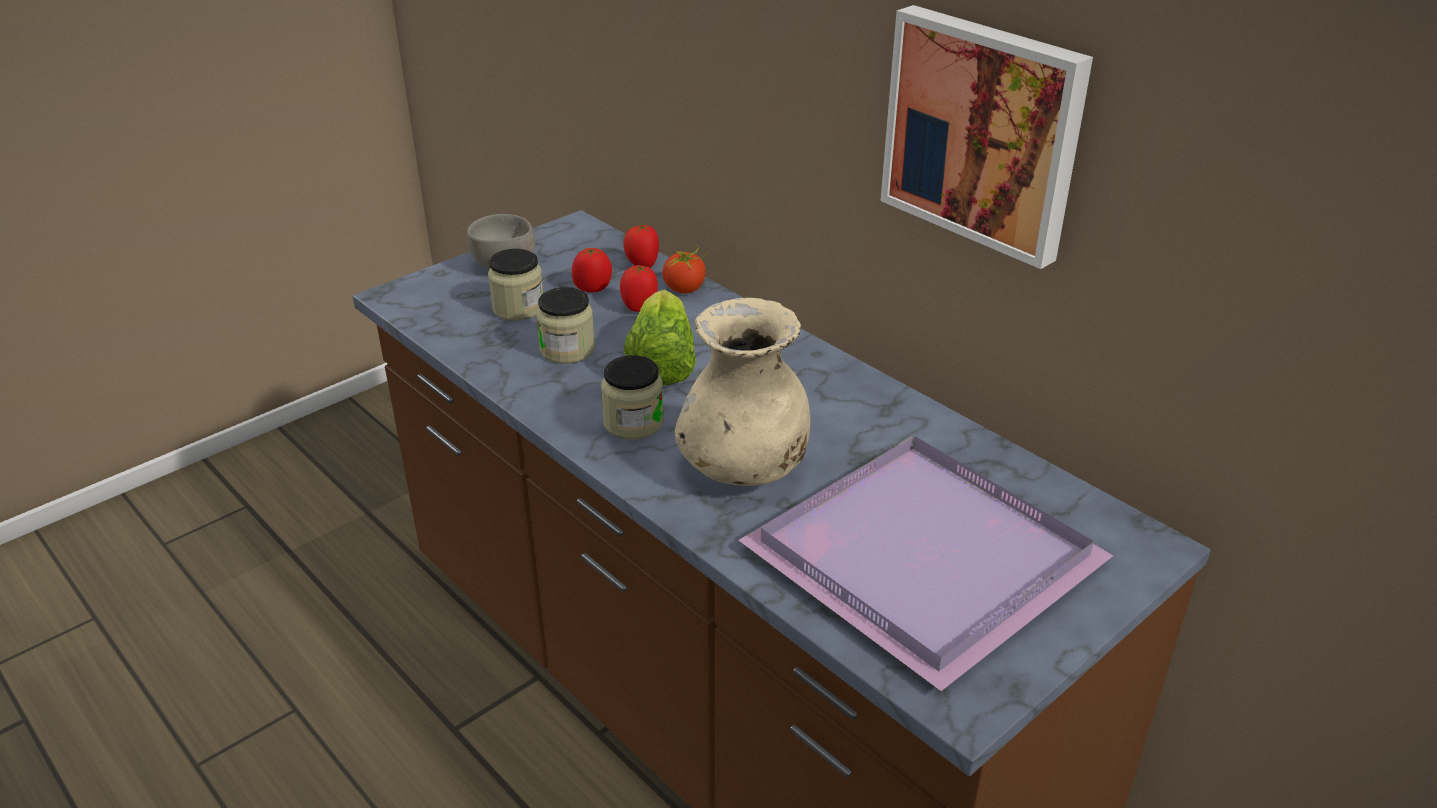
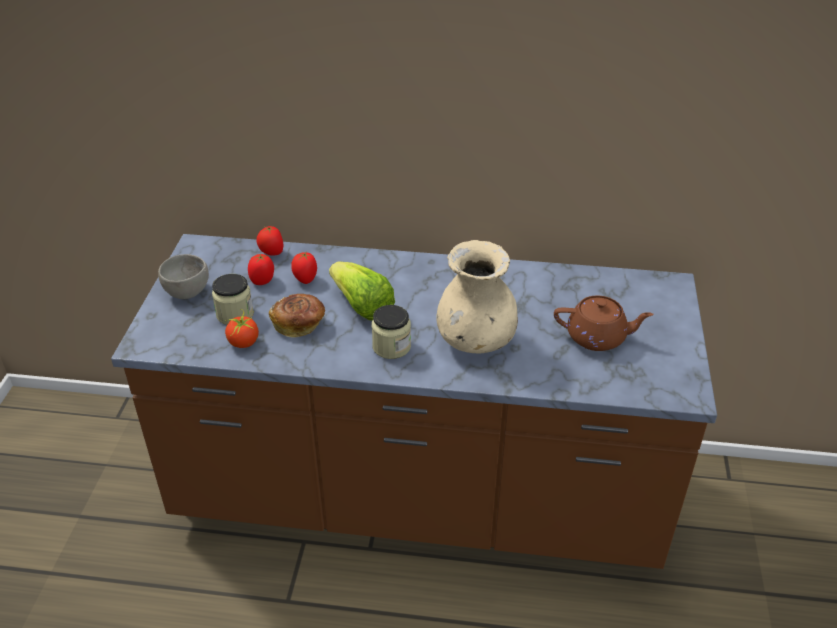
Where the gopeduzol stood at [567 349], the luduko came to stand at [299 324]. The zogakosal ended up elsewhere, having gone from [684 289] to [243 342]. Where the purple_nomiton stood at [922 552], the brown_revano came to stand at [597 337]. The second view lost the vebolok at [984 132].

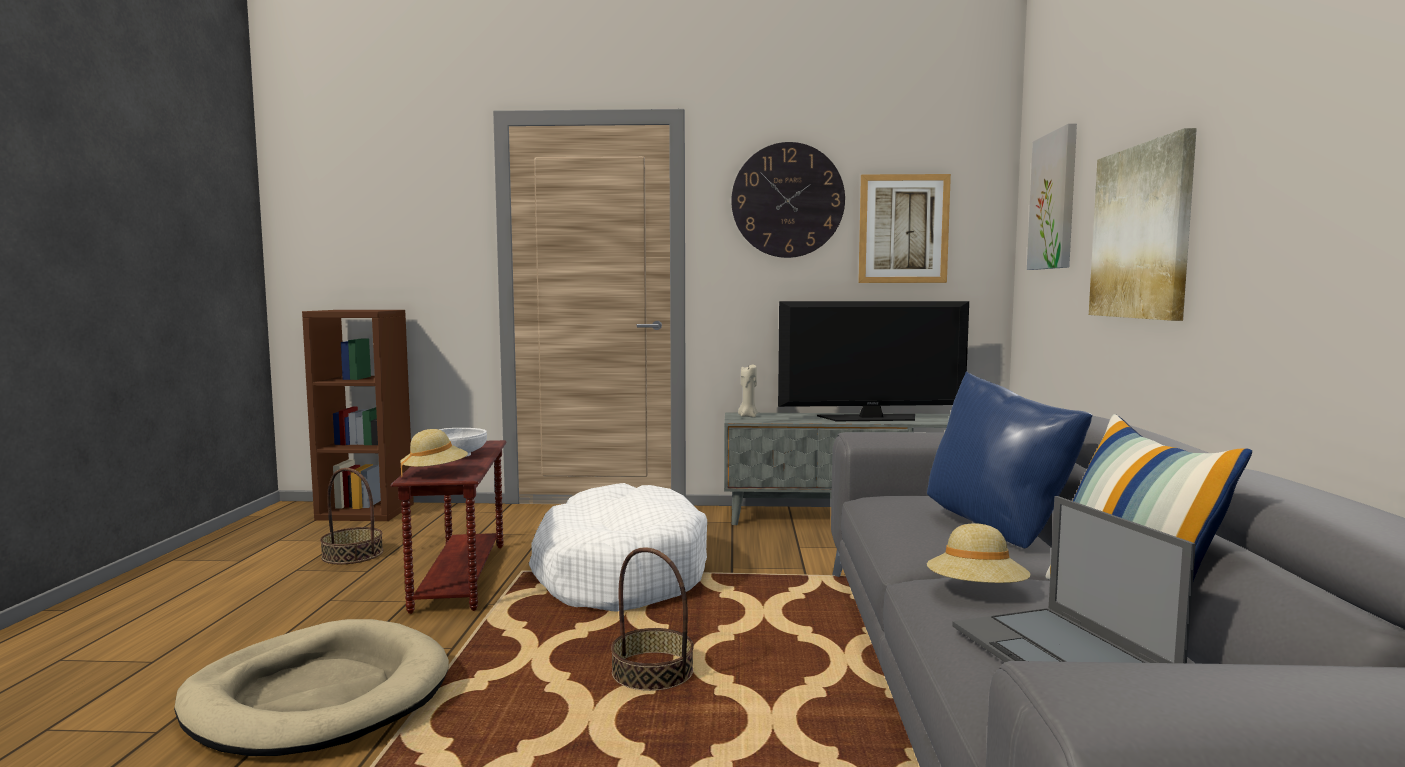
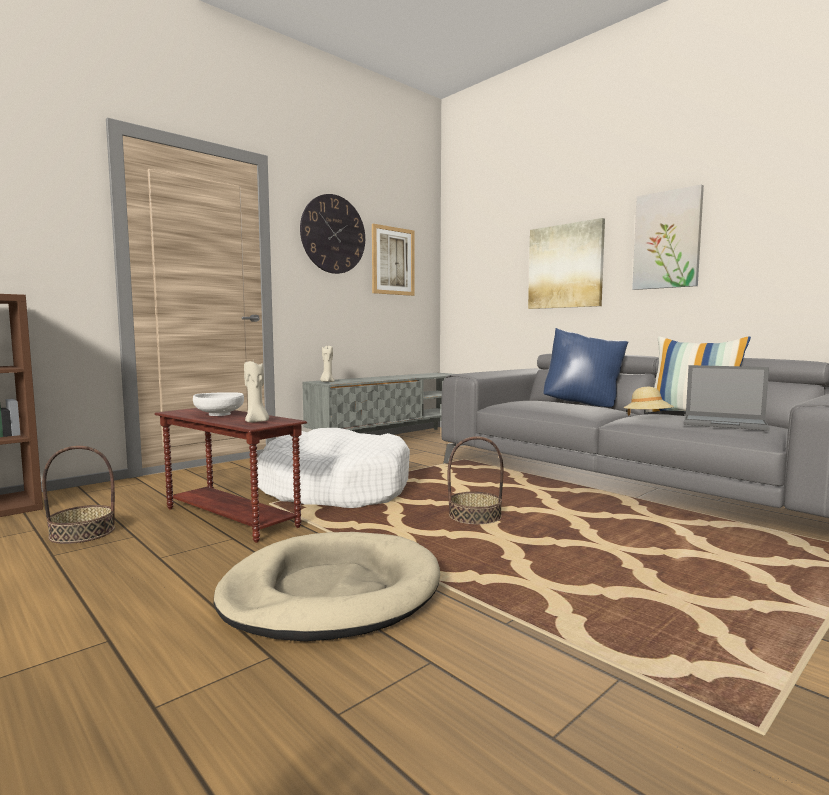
Where the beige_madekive stood at [435 473], the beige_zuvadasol came to stand at [256 422]. The second view lost the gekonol at [871 418]. The vebolok ended up elsewhere, having gone from [1054 201] to [667 240].

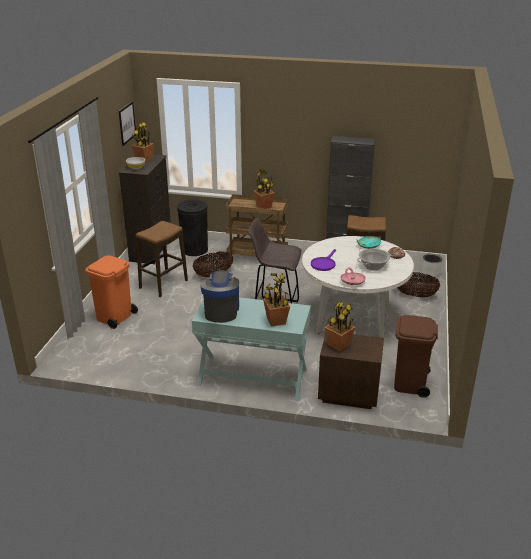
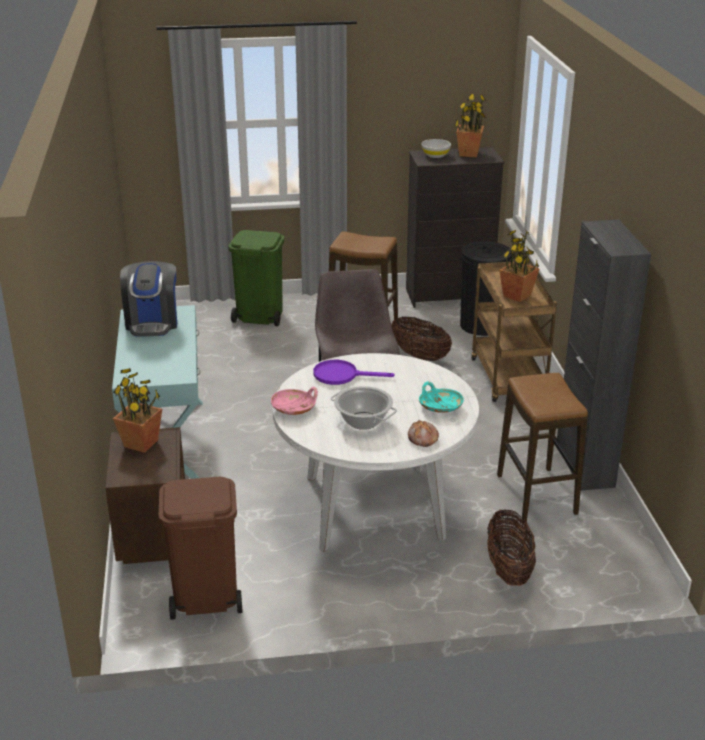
What was the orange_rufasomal at [114 317] turned into the green_rufasomal at [259 316]. The second view lost the vebolok at [127 123]. The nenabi at [221 310] ended up facing another way, 105 degrees clockwise from before. The second view lost the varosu at [276 321]. The second view lost the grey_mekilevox at [430 273].

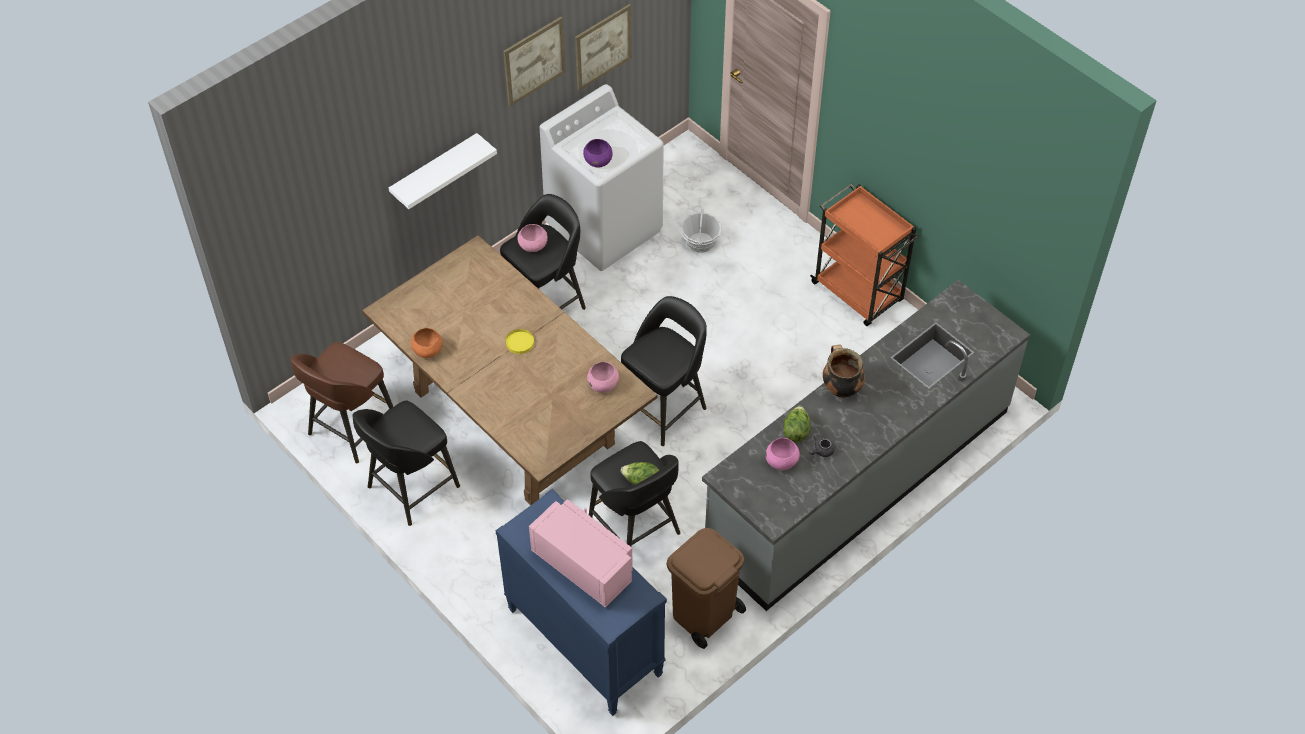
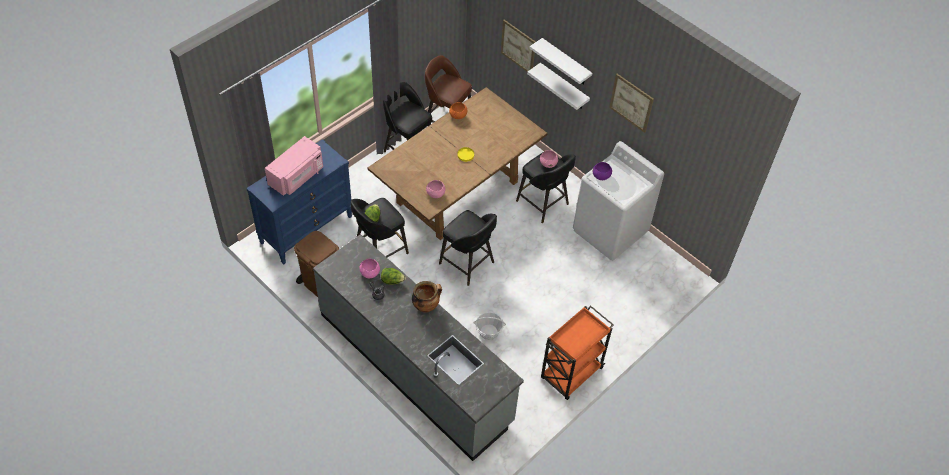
The vebolok ended up elsewhere, having gone from [603 47] to [518 47]. The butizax ended up elsewhere, having gone from [700 242] to [488 332]. The second view gained the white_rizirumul at [565 63].

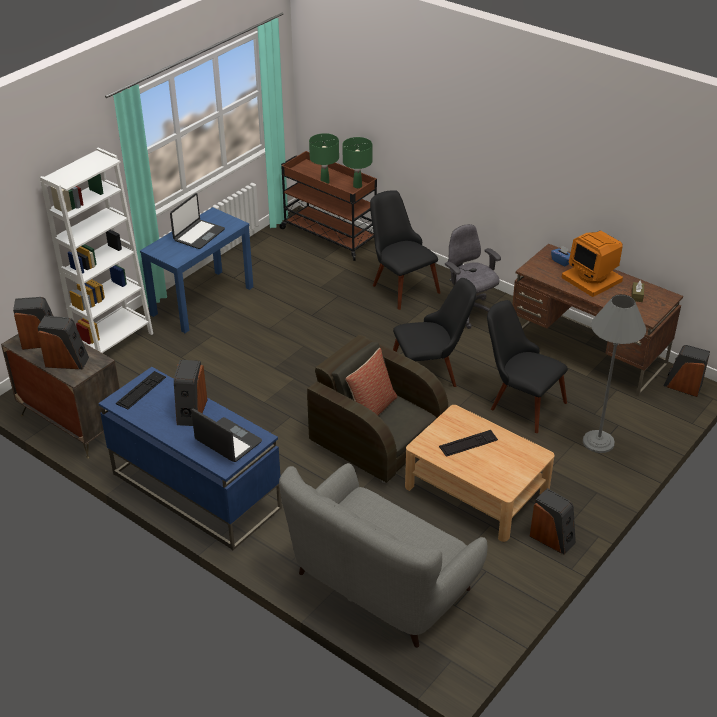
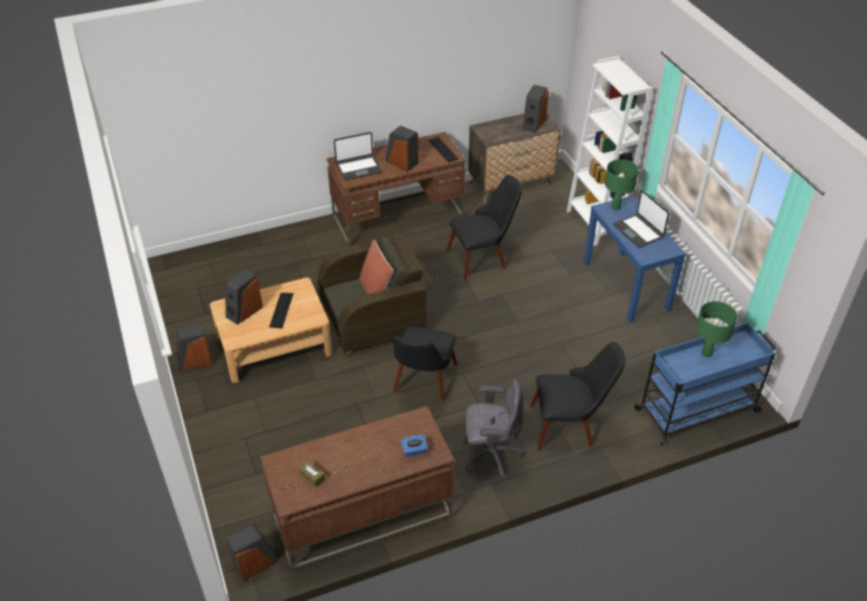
The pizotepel ended up elsewhere, having gone from [67 361] to [244 311]. What was the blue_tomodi at [195 490] turned into the brown_tomodi at [398 216]. What was the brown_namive at [329 235] turned into the blue_namive at [698 410]. The second view lost the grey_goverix at [380 583]. The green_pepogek ended up elsewhere, having gone from [357 186] to [615 207]. The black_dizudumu ended up elsewhere, having gone from [519 402] to [483 257]. The second view lost the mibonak at [592 279]. The second view lost the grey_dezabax at [598 442].

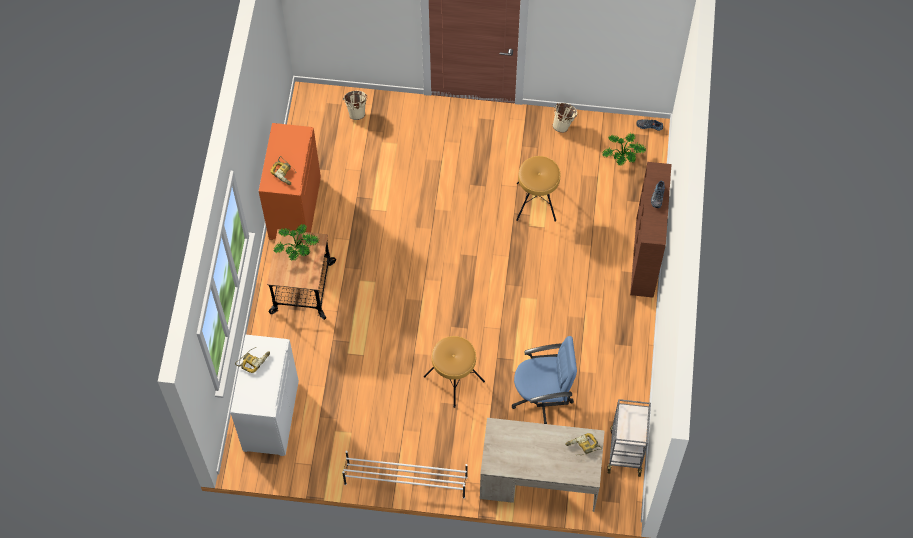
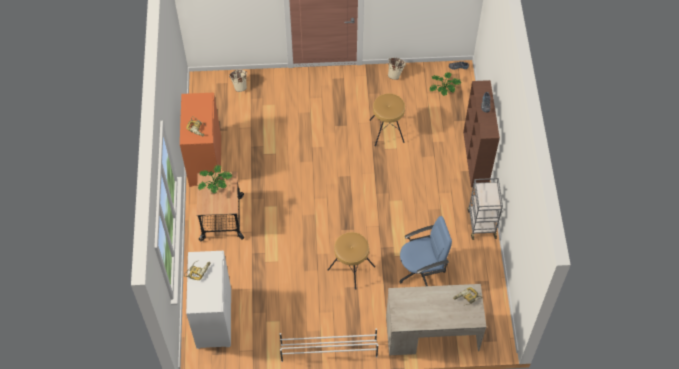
The grey_namive ended up elsewhere, having gone from [625 450] to [481 223].

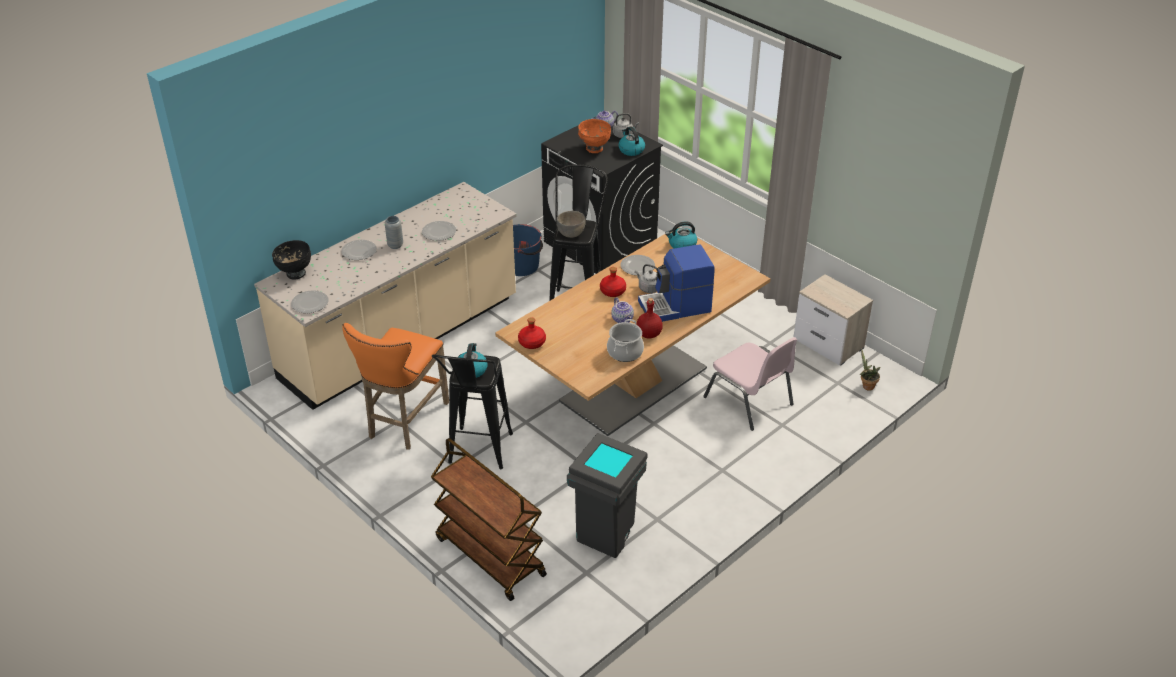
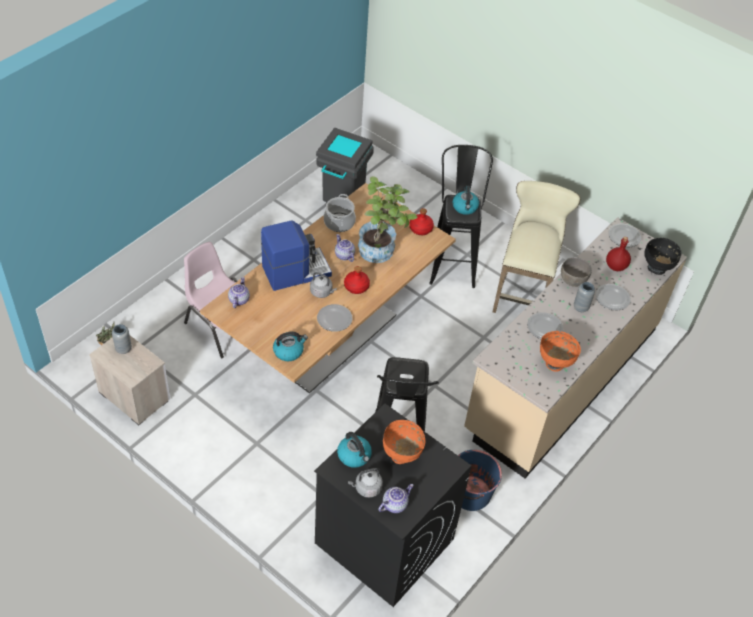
What was the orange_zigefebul at [404 422] turned into the beige_zigefebul at [523 291]. The second view lost the brown_namive at [489 556]. The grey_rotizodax ended up elsewhere, having gone from [571 234] to [572 281]. The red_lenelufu ended up elsewhere, having gone from [649 334] to [615 266]. The second view gained the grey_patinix at [123 349]. The second view gained the revano at [238 300]. The second view gained the varosu at [381 251]. The second view gained the orange_rotizodax at [555 363].

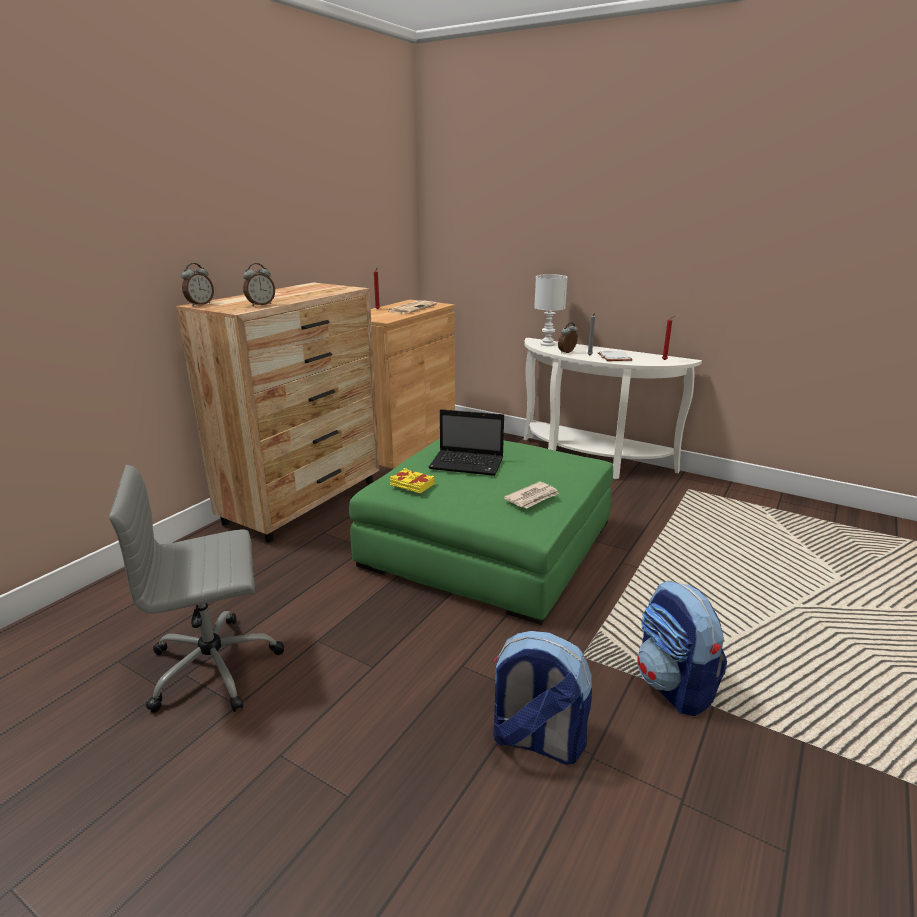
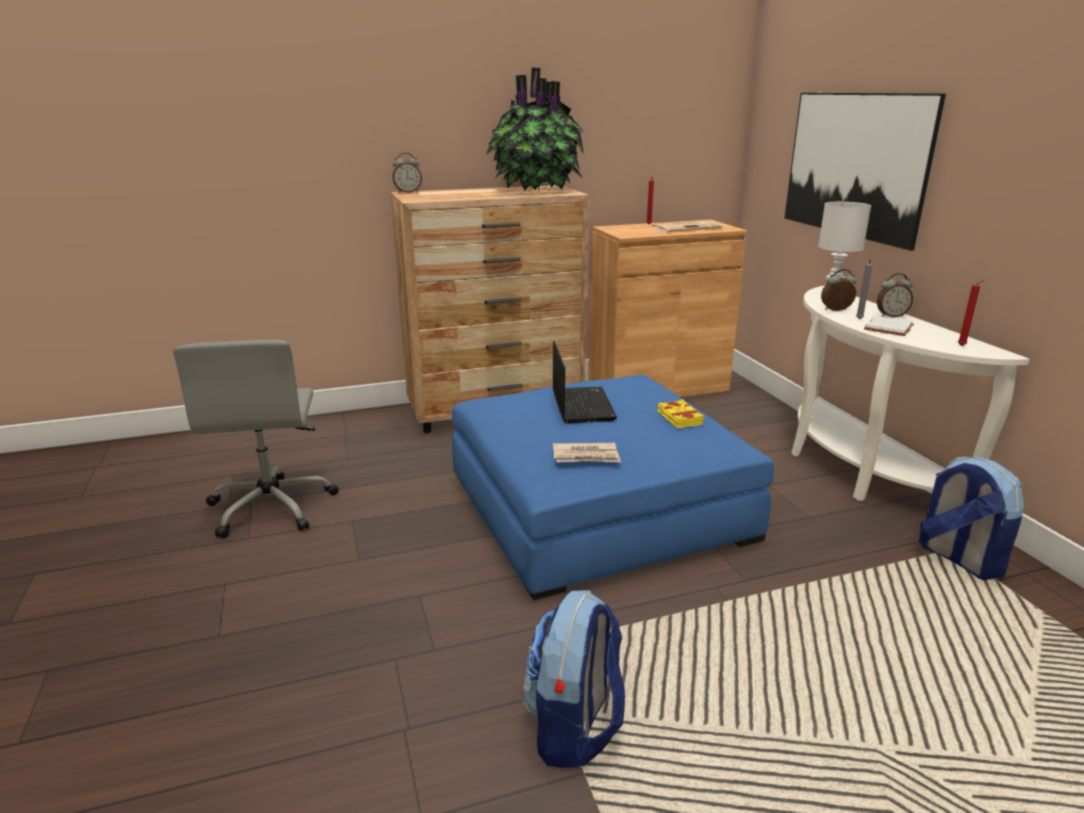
The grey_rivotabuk at [216 666] ended up facing another way, 120 degrees counterclockwise from before. The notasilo ended up elsewhere, having gone from [260 304] to [891 316]. What was the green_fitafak at [487 544] turned into the blue_fitafak at [597 507]. The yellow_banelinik ended up elsewhere, having gone from [412 485] to [679 418]. The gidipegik at [468 464] ended up facing another way, 150 degrees counterclockwise from before. The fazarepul ended up elsewhere, having gone from [536 741] to [958 559]. The second view gained the varosu at [536 191]. The second view gained the vebolok at [854 165].

